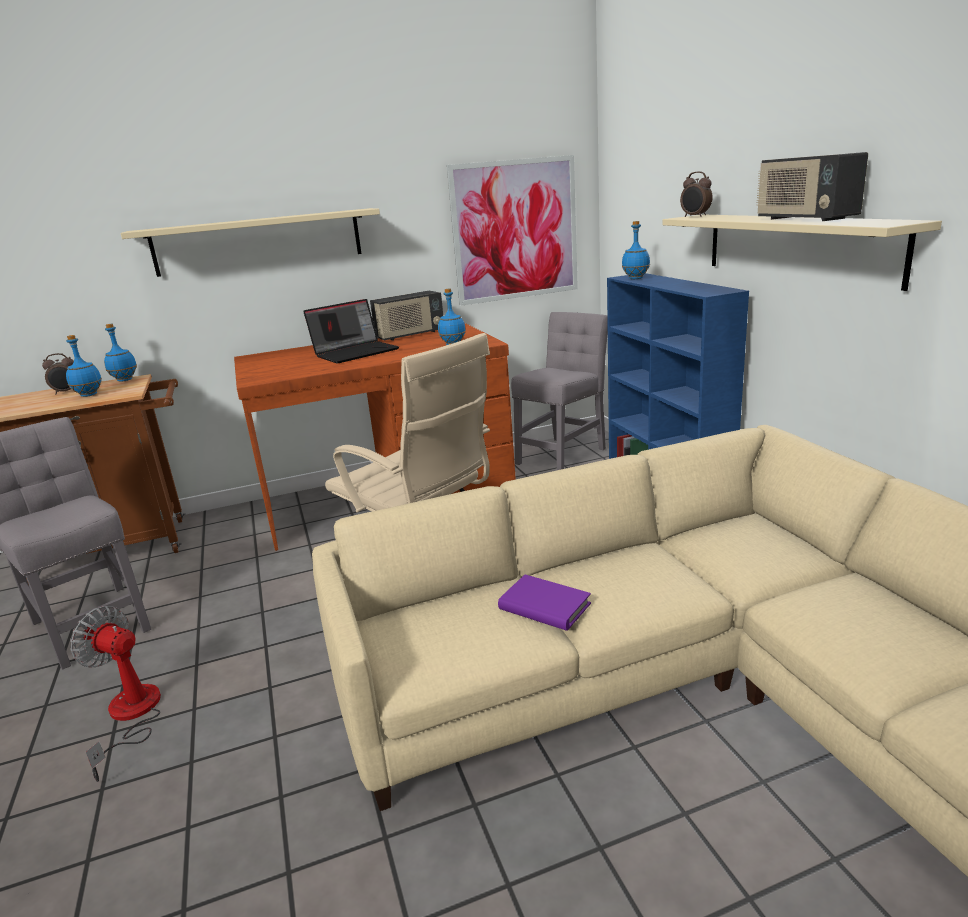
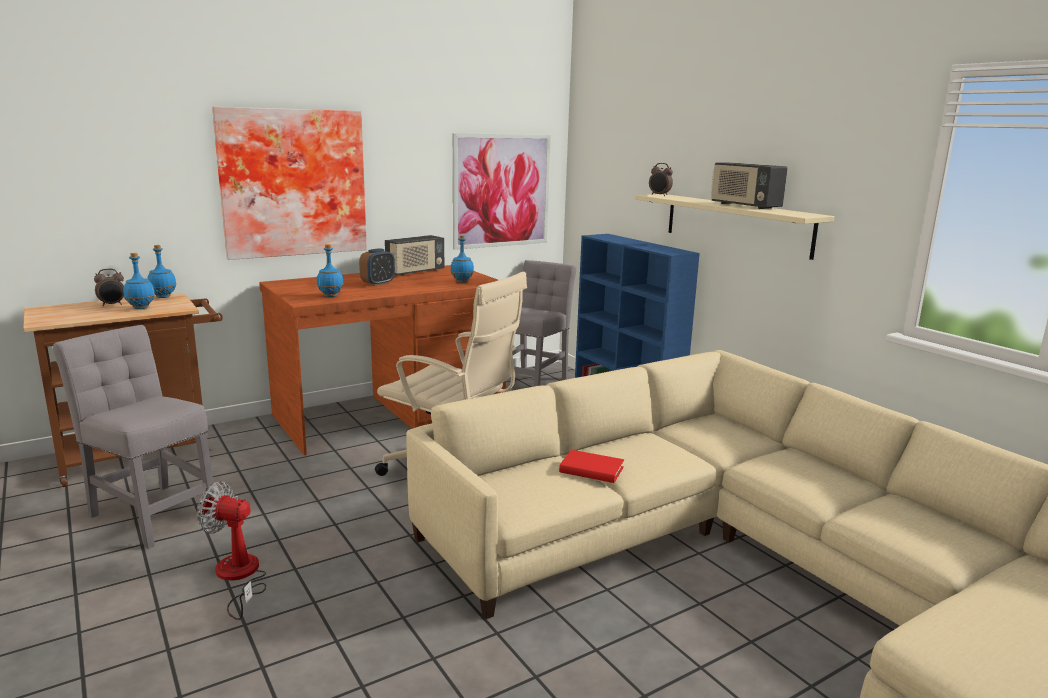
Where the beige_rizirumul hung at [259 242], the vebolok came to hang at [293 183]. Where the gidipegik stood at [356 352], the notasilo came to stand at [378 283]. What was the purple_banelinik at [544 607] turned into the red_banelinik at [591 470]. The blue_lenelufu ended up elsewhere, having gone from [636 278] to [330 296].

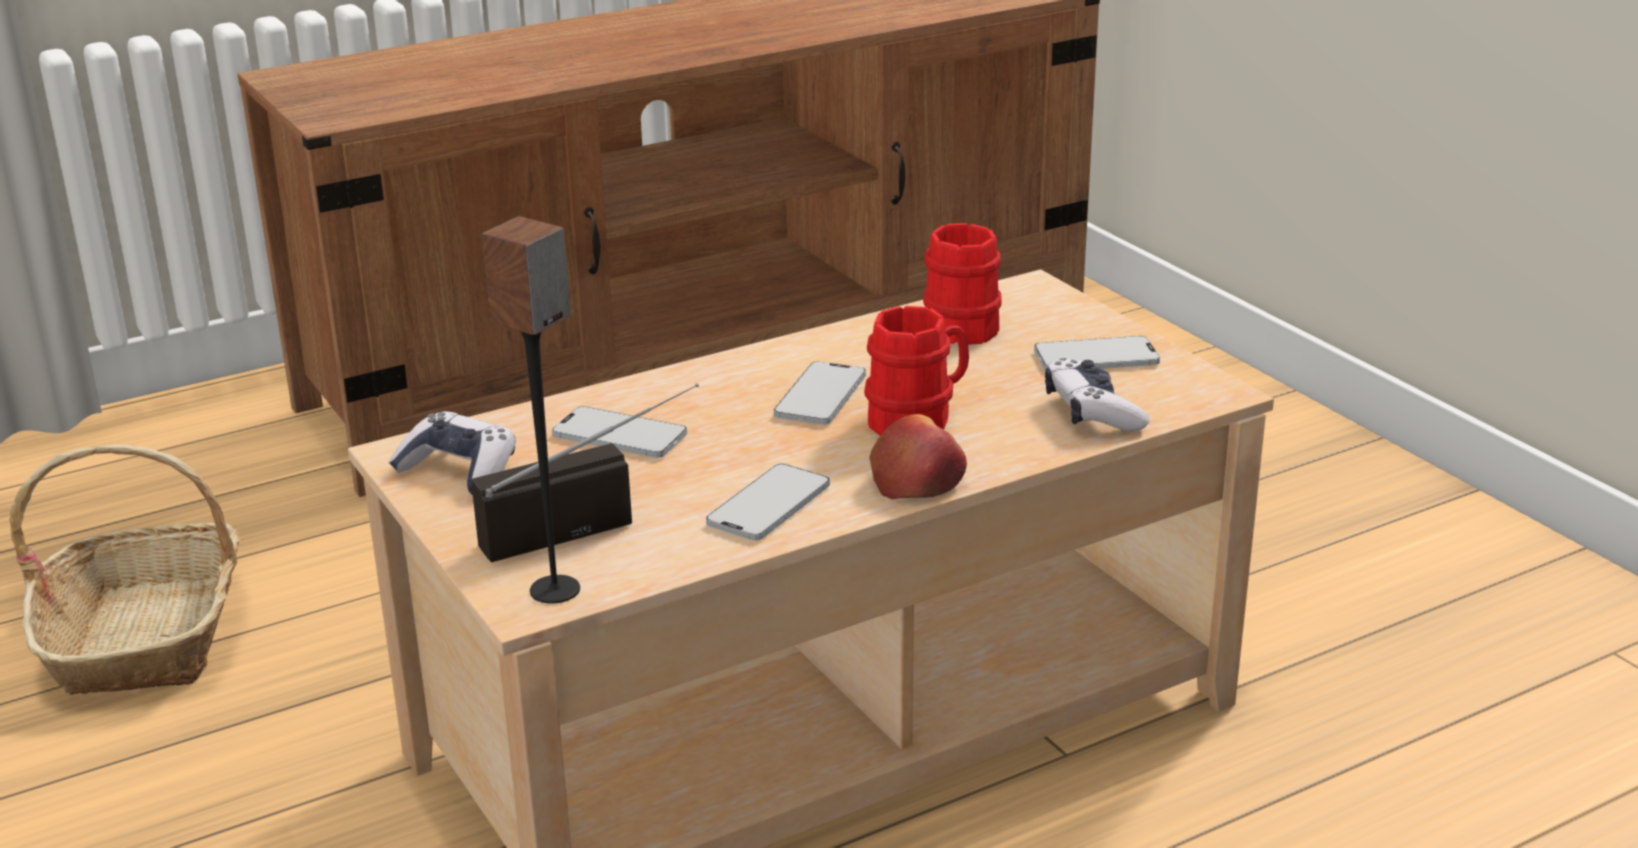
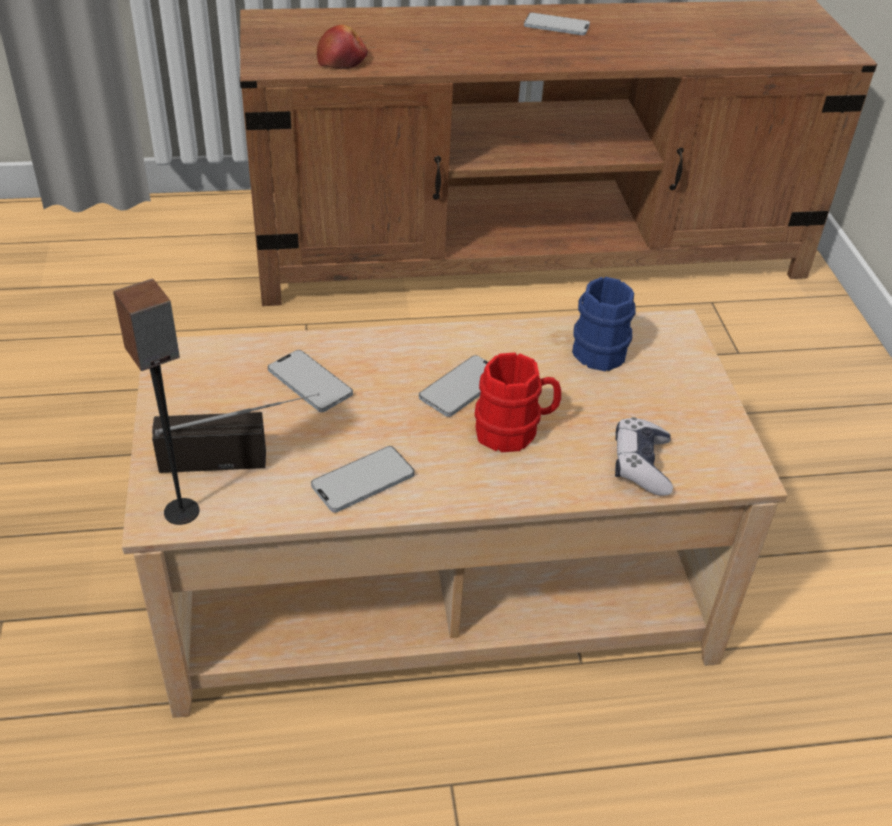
The second view lost the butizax at [147 634]. The second view lost the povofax at [459 470]. The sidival ended up elsewhere, having gone from [917 479] to [342 60]. What was the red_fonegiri at [959 324] turned into the blue_fonegiri at [600 347]. The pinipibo ended up elsewhere, having gone from [1096 357] to [556 26].

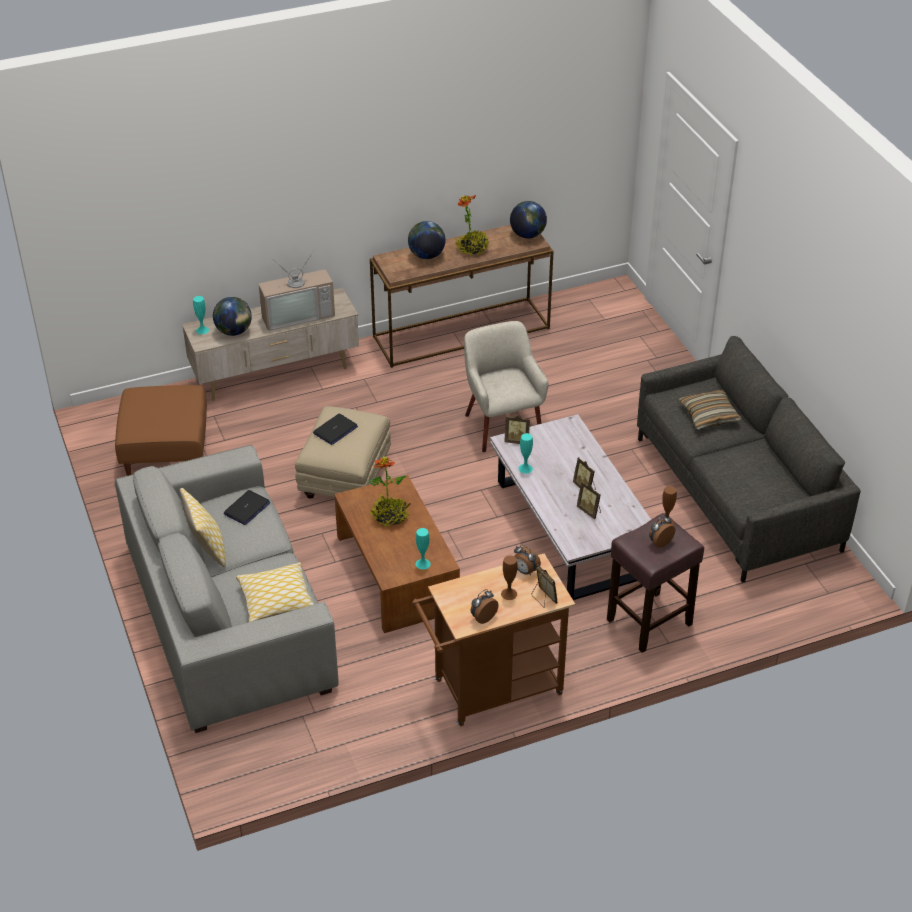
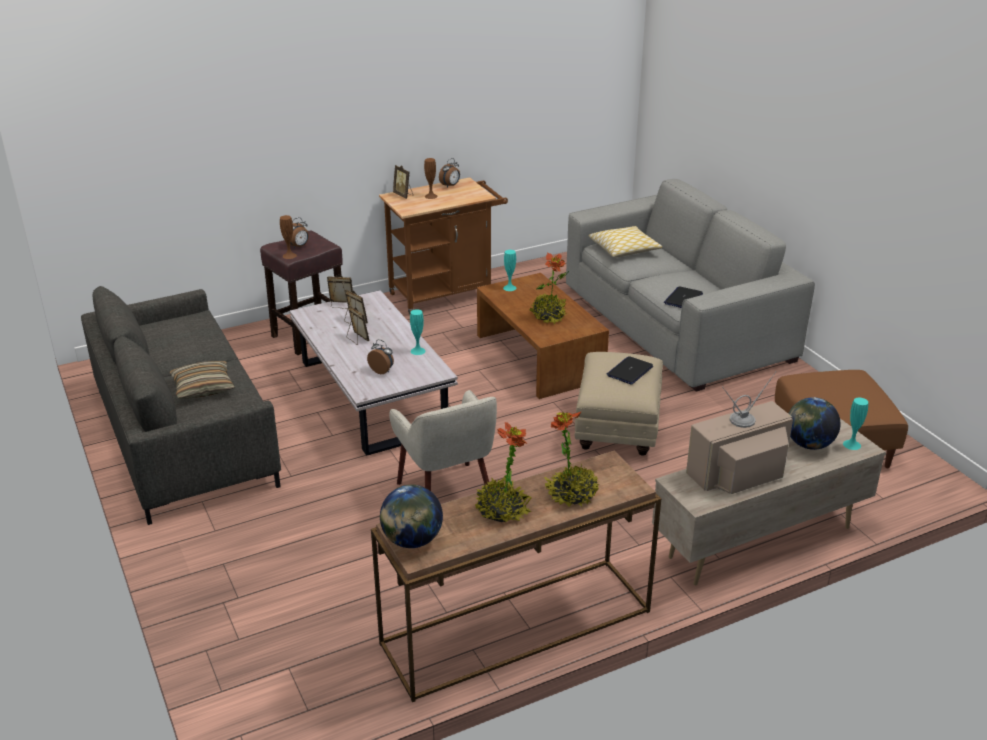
The second view lost the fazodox at [207 549]. Where the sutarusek stood at [426 255], the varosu came to stand at [571 494]. The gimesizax ended up elsewhere, having gone from [517 441] to [341 305]. The notasilo ended up elsewhere, having gone from [525 571] to [382 370].

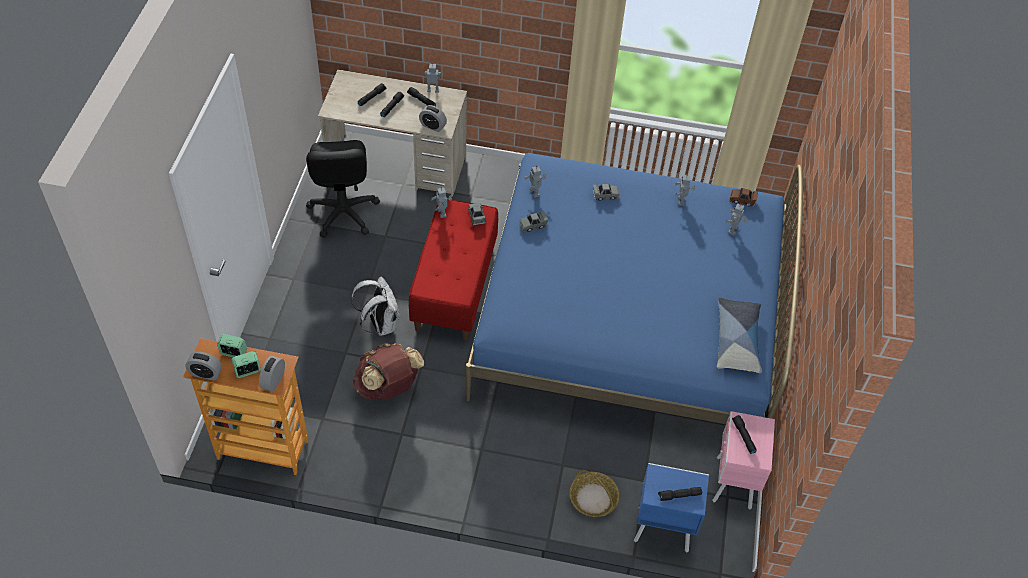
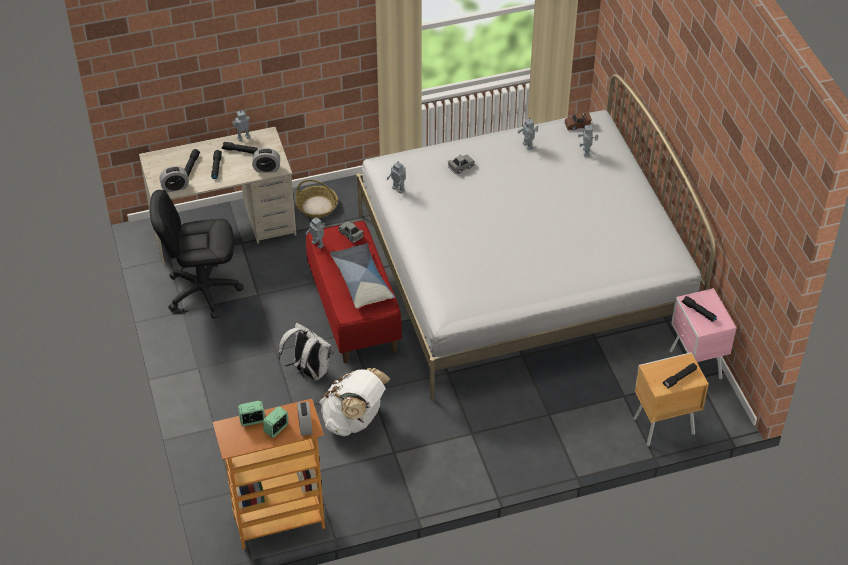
The notasilo ended up elsewhere, having gone from [206 373] to [175 187]. The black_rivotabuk at [343 213] ended up facing another way, 120 degrees clockwise from before. What was the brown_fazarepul at [388 387] turned into the white_fazarepul at [354 420]. What was the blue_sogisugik at [628 319] turned into the white_sogisugik at [523 273]. The second view lost the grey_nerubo at [533 225]. The butizax ended up elsewhere, having gone from [593 498] to [316 206]. What was the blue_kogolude at [661 528] turned into the brown_kogolude at [662 426]. The fazodox ended up elsewhere, having gone from [737 340] to [362 281].

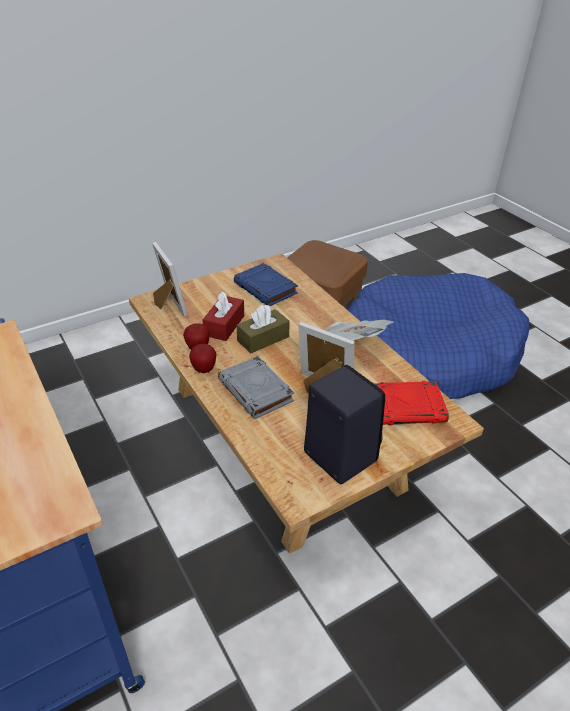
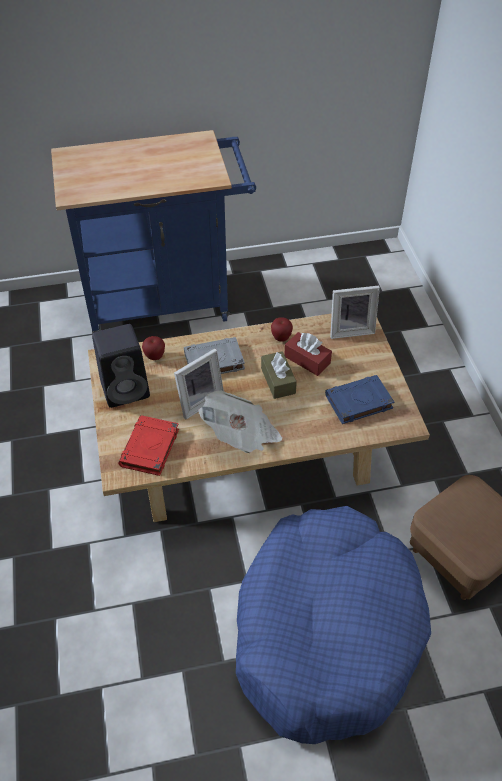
The sidival ended up elsewhere, having gone from [204 369] to [155 357].

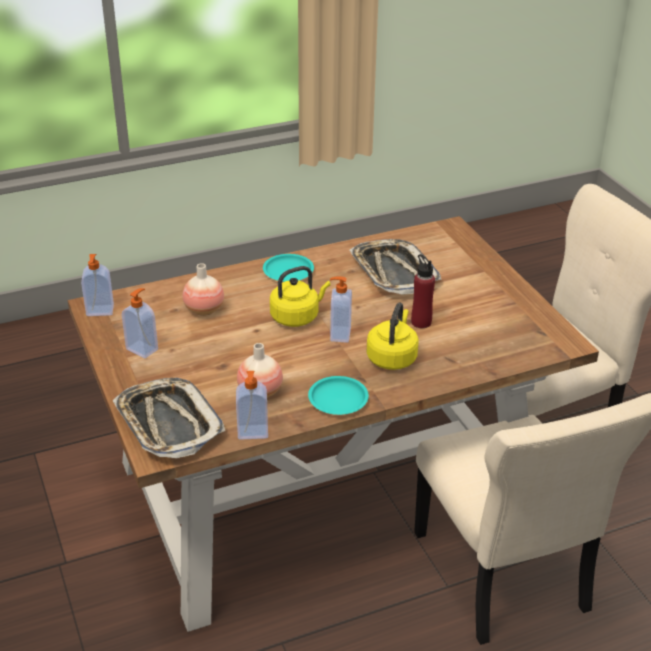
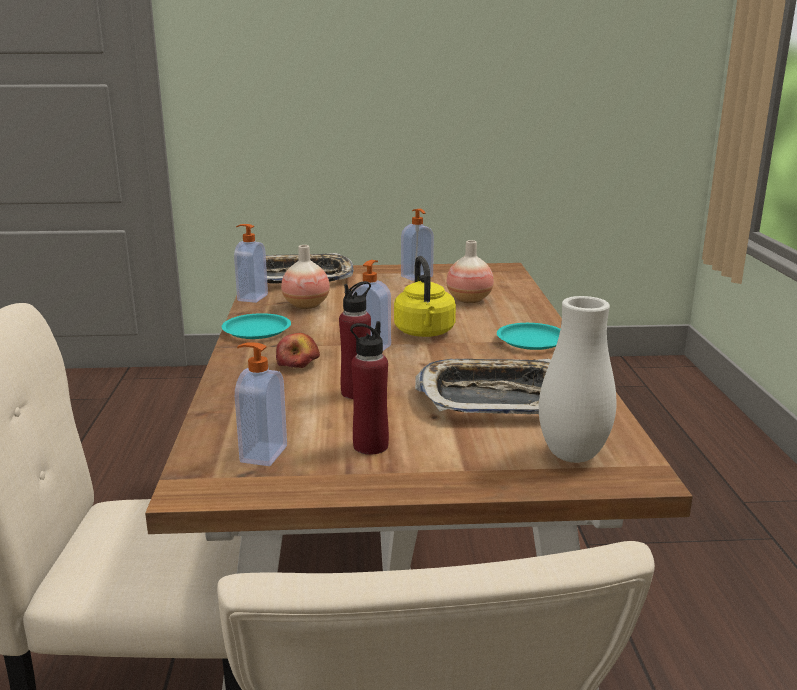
The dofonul ended up elsewhere, having gone from [100 311] to [262 454]. Where the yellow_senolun stood at [392 357], the sidival came to stand at [298 364]. The second view gained the red_lenelufu at [370 446]. The second view gained the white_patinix at [572 455].

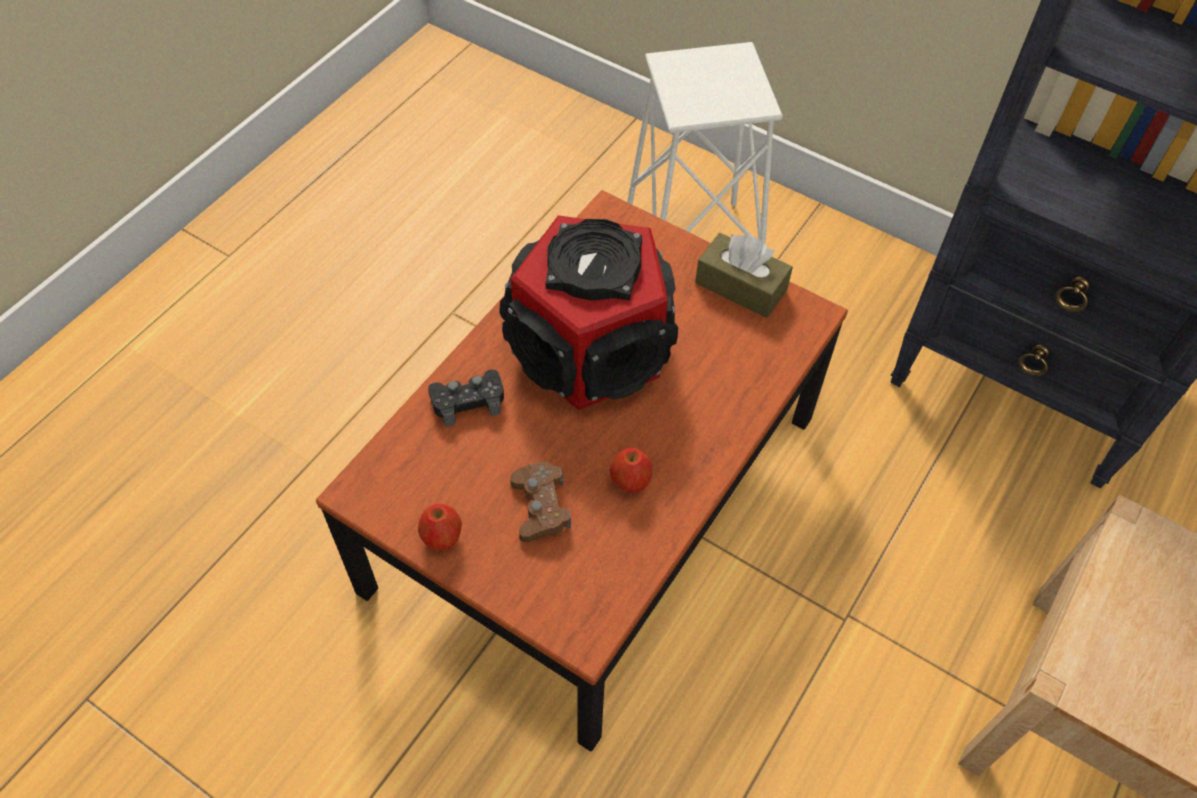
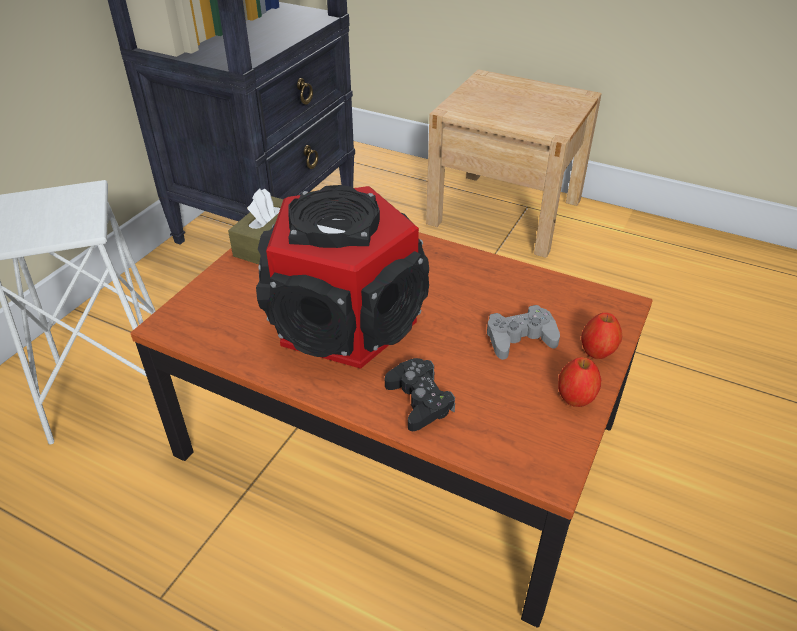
What was the brown_povofax at [540 507] turned into the grey_povofax at [520 338]. The sidival ended up elsewhere, having gone from [630 482] to [597 352].

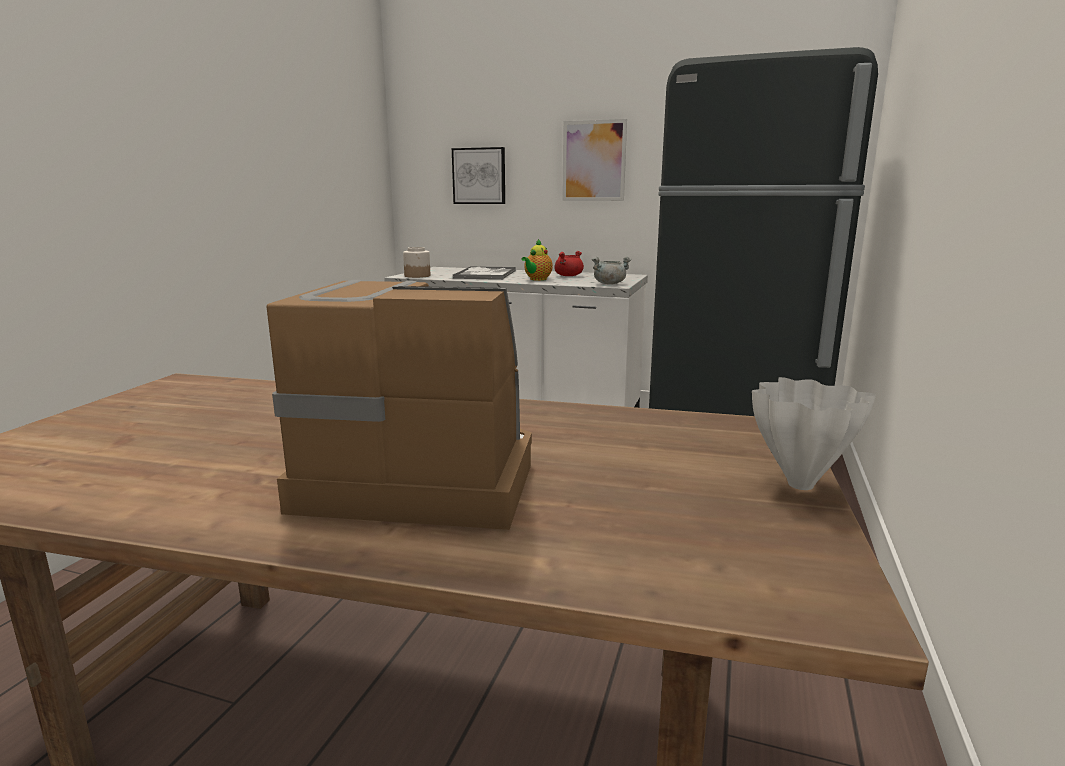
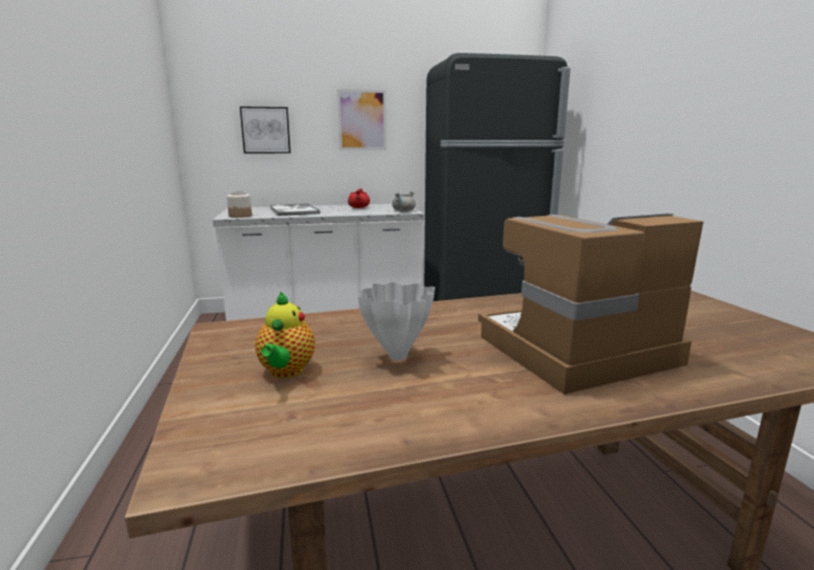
The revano ended up elsewhere, having gone from [537 279] to [286 372]. The white_patinix ended up elsewhere, having gone from [798 484] to [396 357].

